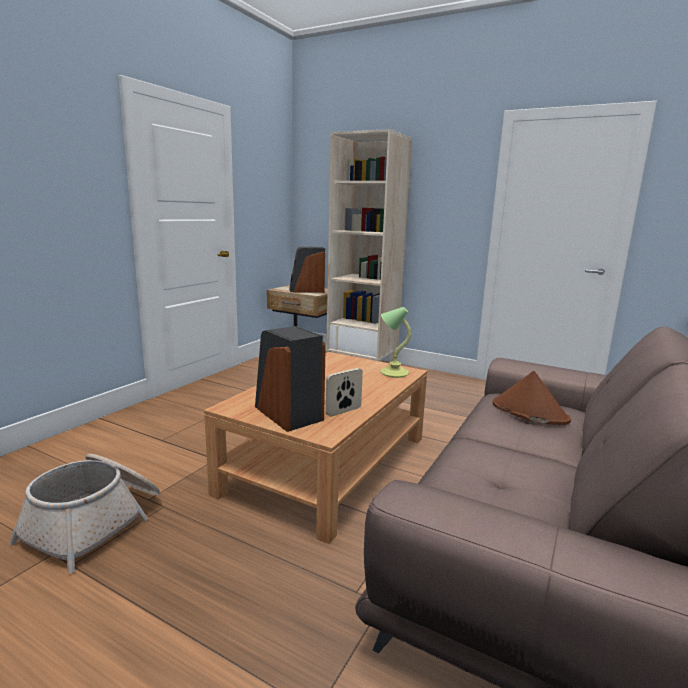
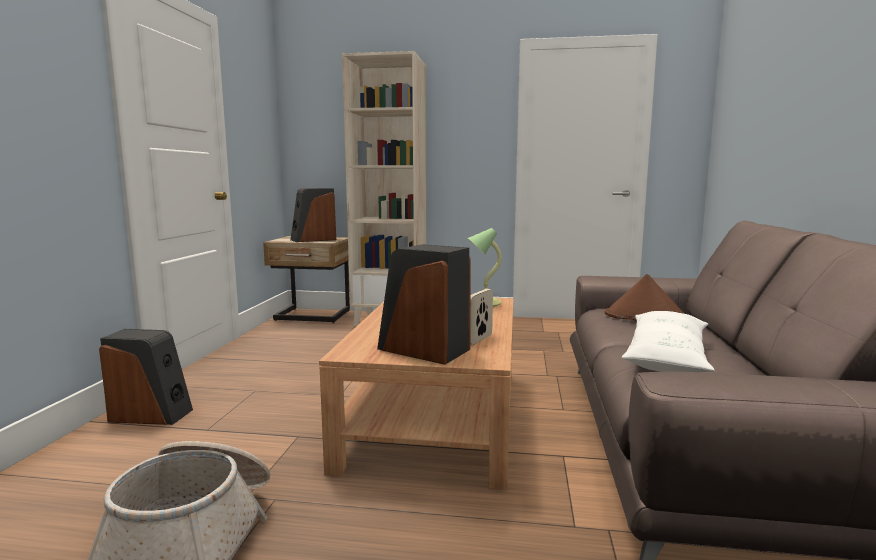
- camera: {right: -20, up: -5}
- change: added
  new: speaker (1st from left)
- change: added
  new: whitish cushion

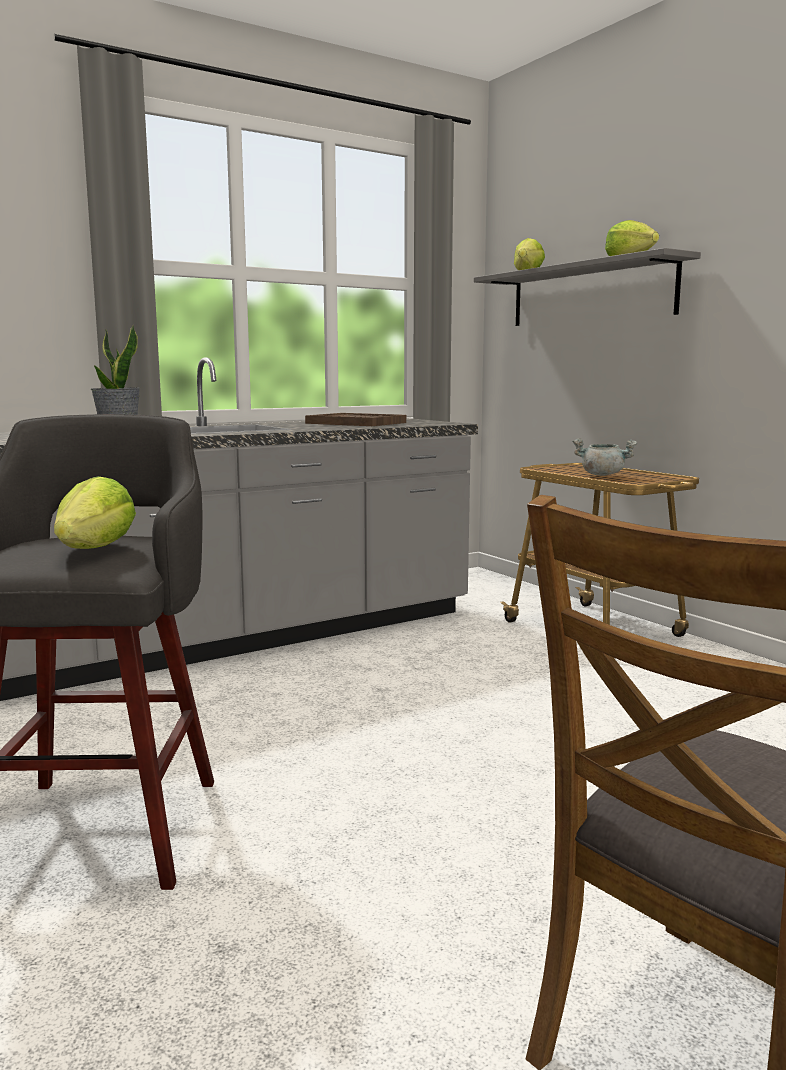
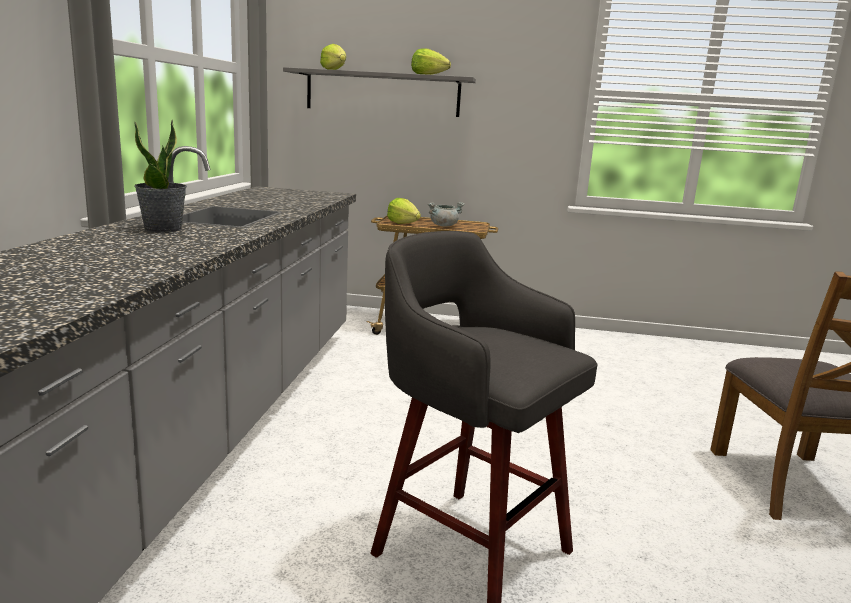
- camera: {right: -50, up: 5}
- change: removed
  old: brownish tray
- change: moved
  old: head of lettuce (1st from left in the first image)
  new: head of lettuce (2nd from left)

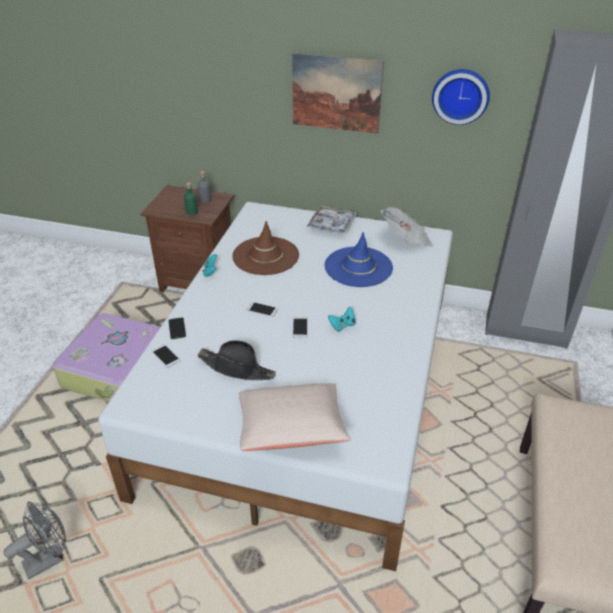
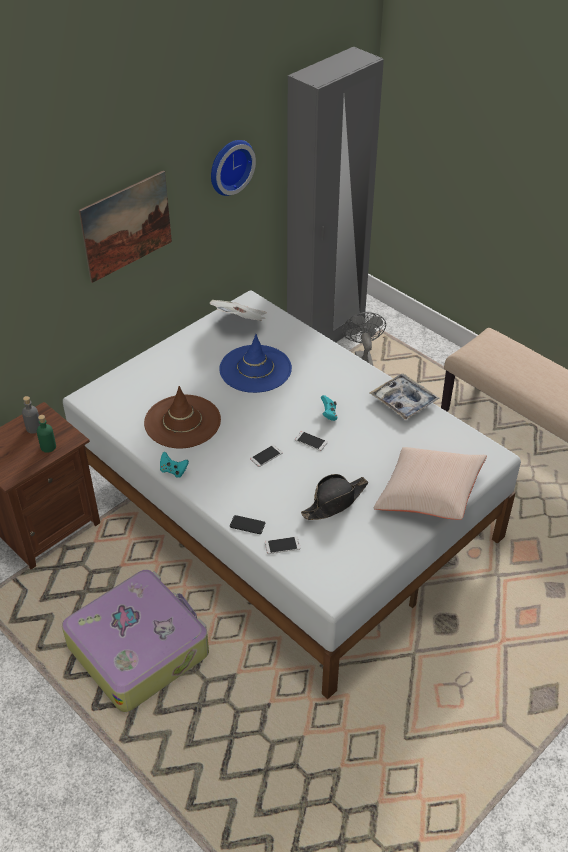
- camera: {right: -60, up: 5}
- change: moved
  old: grey fan
- change: moved
  old: tray

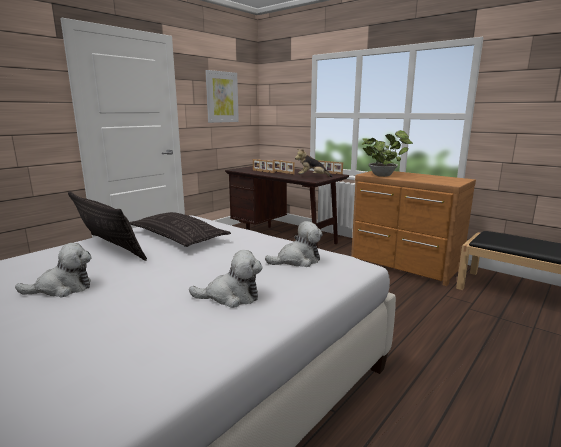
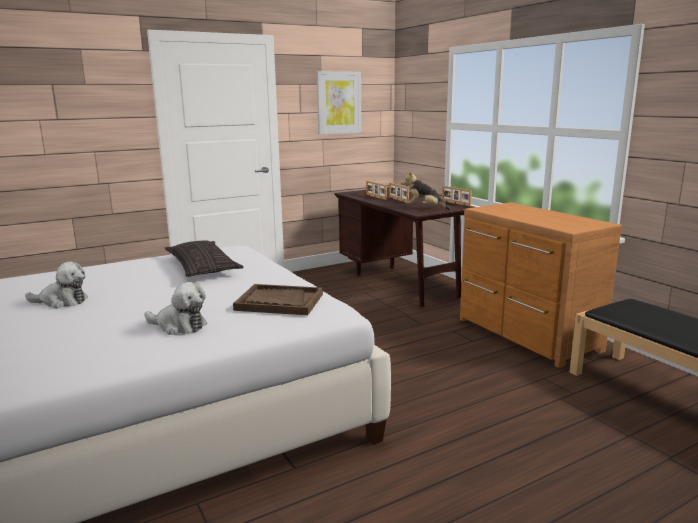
- camera: {right: 20, up: 0}
- change: removed
  old: cushion (1st from left)
- change: removed
  old: houseplant
- change: replaced
  old: plush toy (3rd from left)
  new: brownish tray

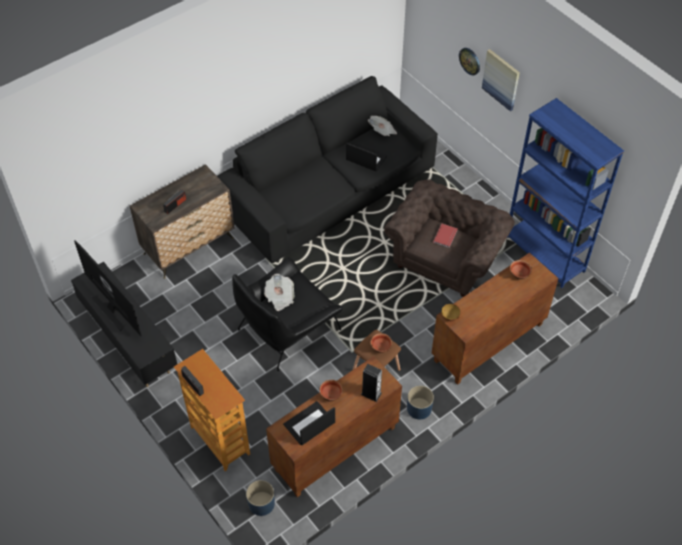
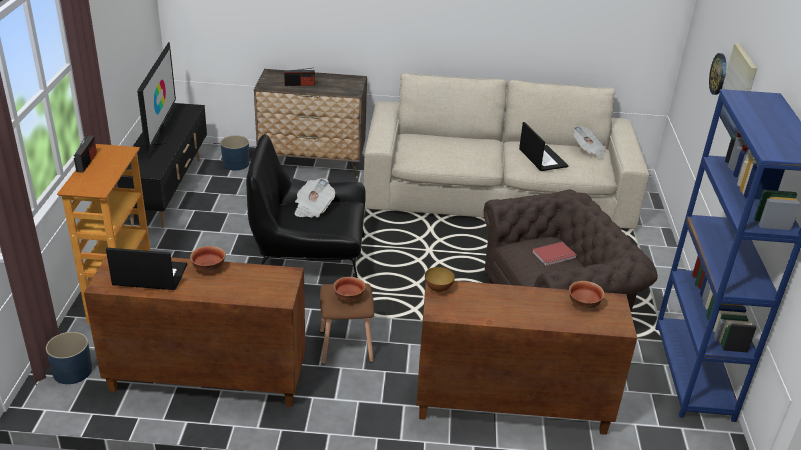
- camera: {right: 40, up: -20}
- change: removed
  old: speaker
- change: moved
  old: blue flower pot (2nd from left)
- change: recoloured
  old: black-coloured sofa
  new: beige-coloured sofa

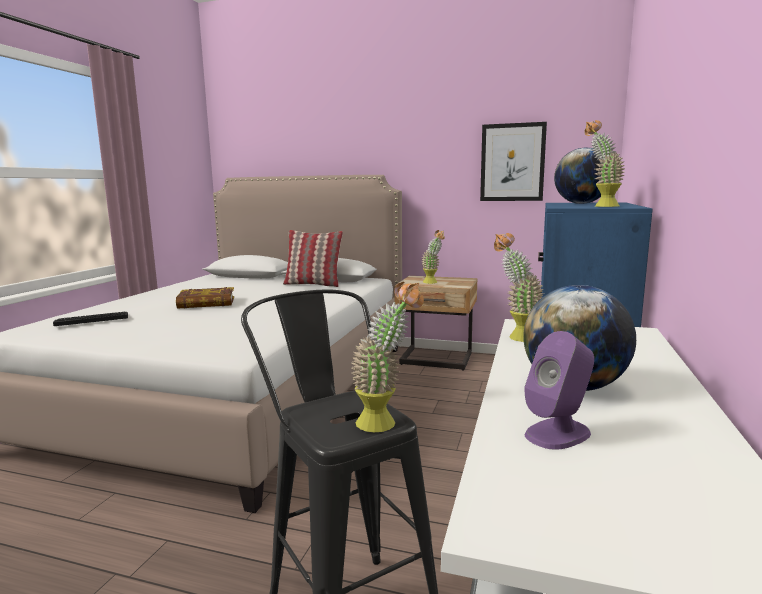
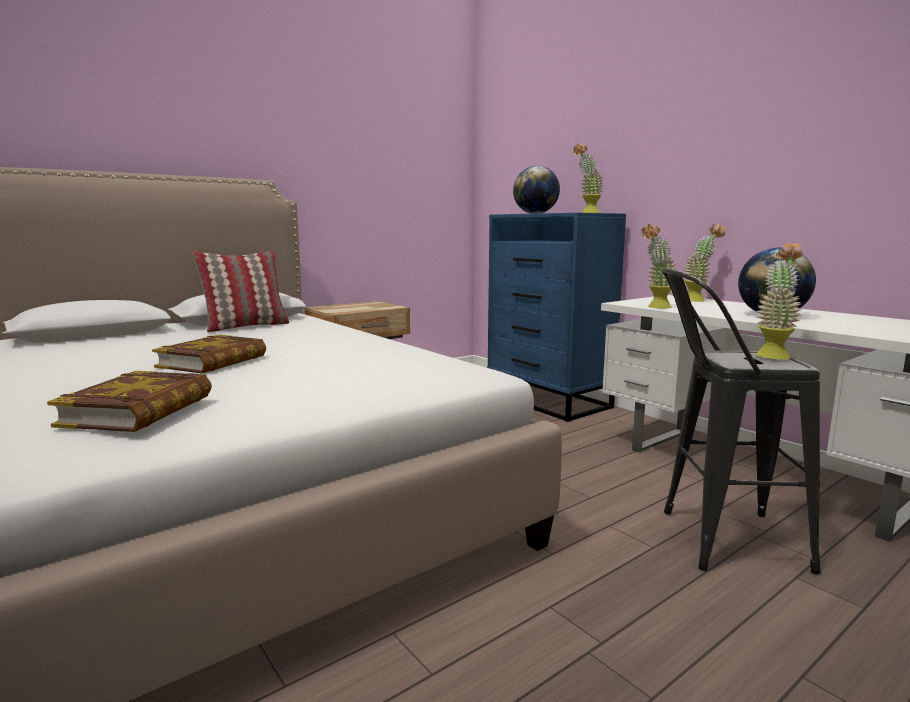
- camera: {right: -55, up: 0}
- change: removed
  old: wall picture
- change: removed
  old: purple speaker
- change: moved
  old: houseplant (2nd from left in the first image)
  new: houseplant (3rd from left)
- change: replaced
  old: keyboard
  new: book (1st from left)

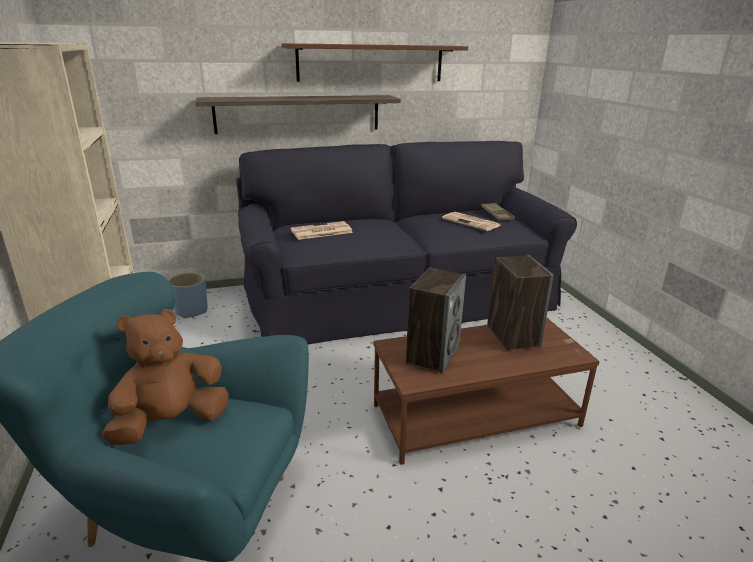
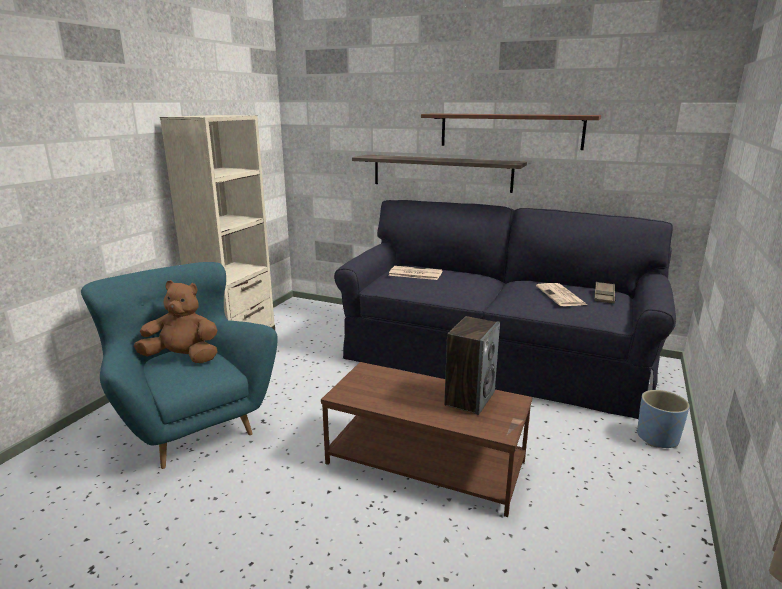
- camera: {right: 40, up: -5}
- change: removed
  old: speaker (1st from left)
- change: moved
  old: blue flower pot

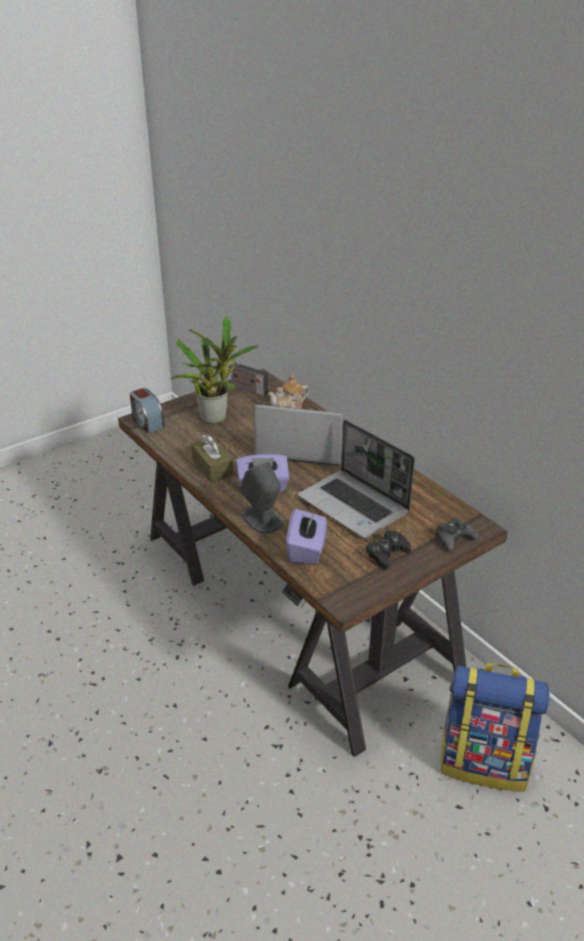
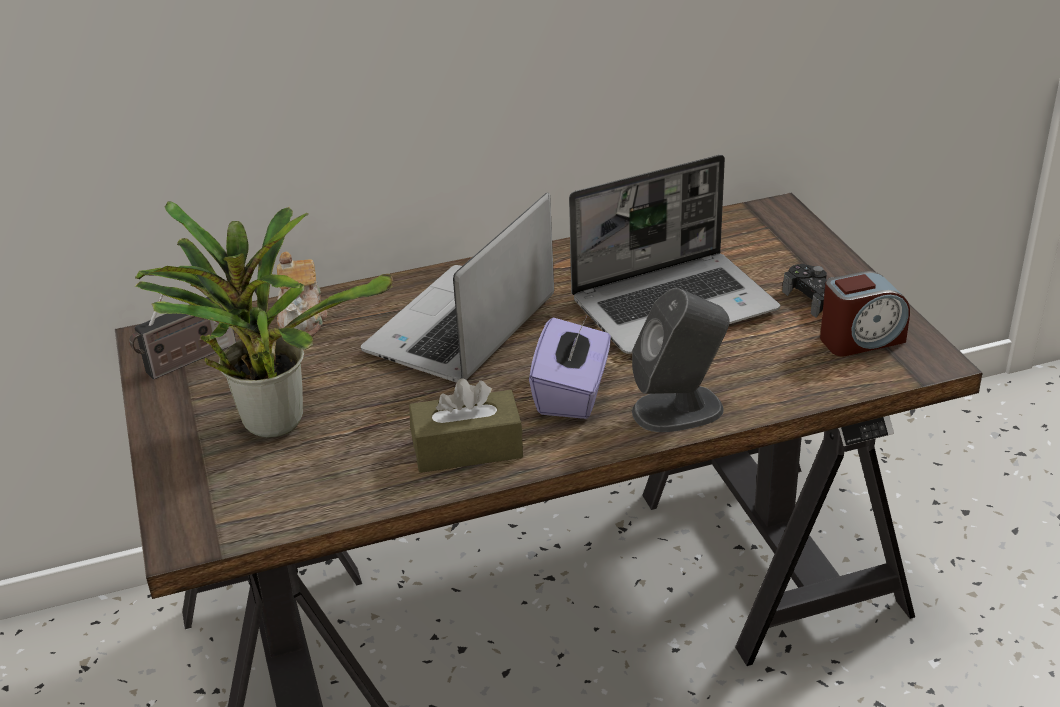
- camera: {right: -70, up: 0}
- change: removed
  old: purple box of tissues (2nd from left)
- change: removed
  old: black-coloured gamepad (2nd from left)
- change: removed
  old: rucksack
- change: moved
  old: bedside clock

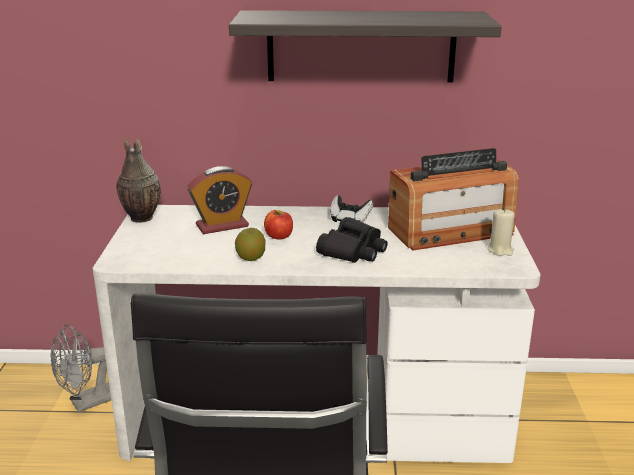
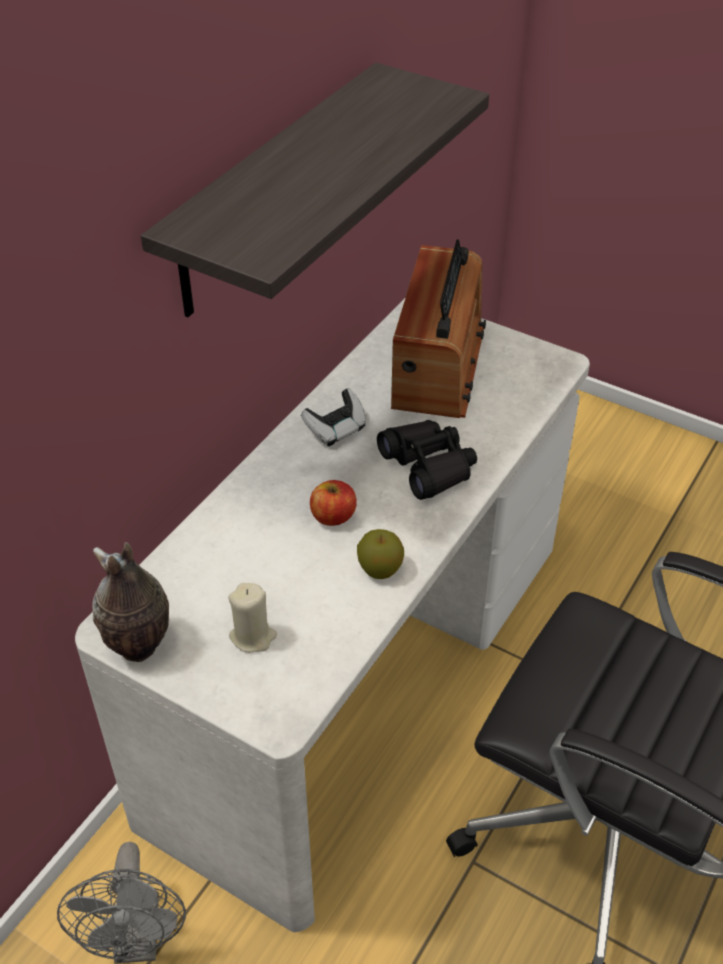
- camera: {right: -60, up: 20}
- change: removed
  old: bedside clock
- change: moved
  old: beige-coloured wax candle

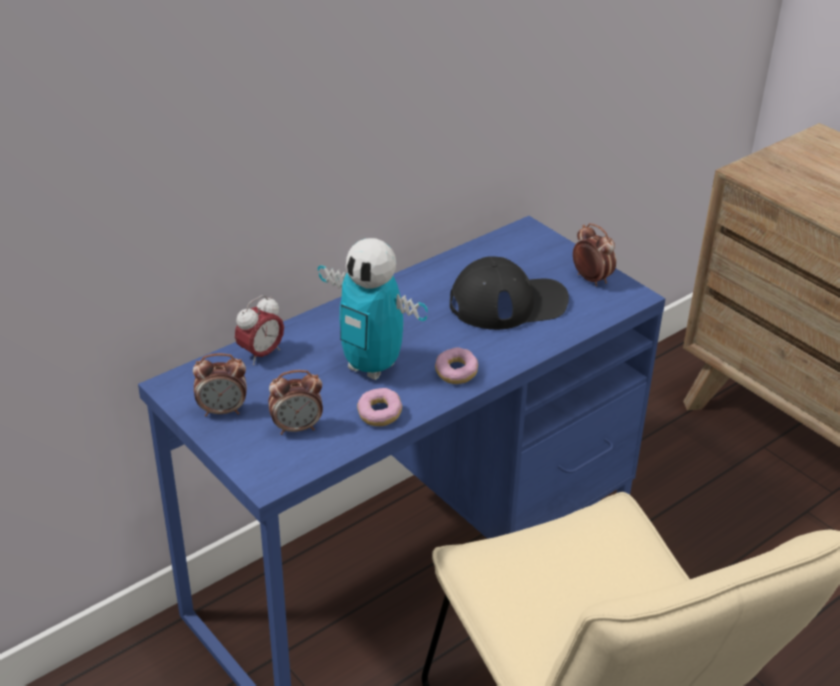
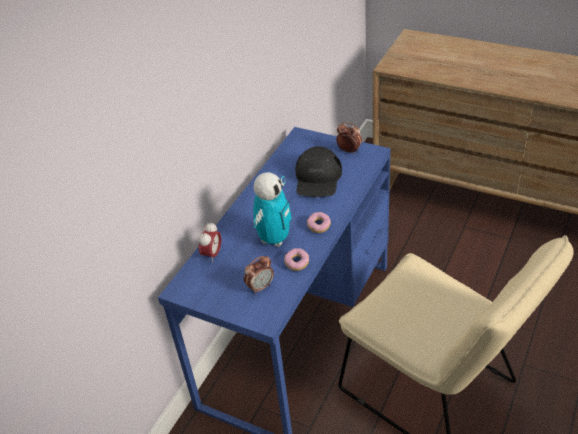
- camera: {right: -20, up: 5}
- change: removed
  old: bedside clock (1st from left)
- change: turned
  old: toy robot
  degrees: -75
- change: turned
  old: black-coloured peaked cap
  degrees: 135

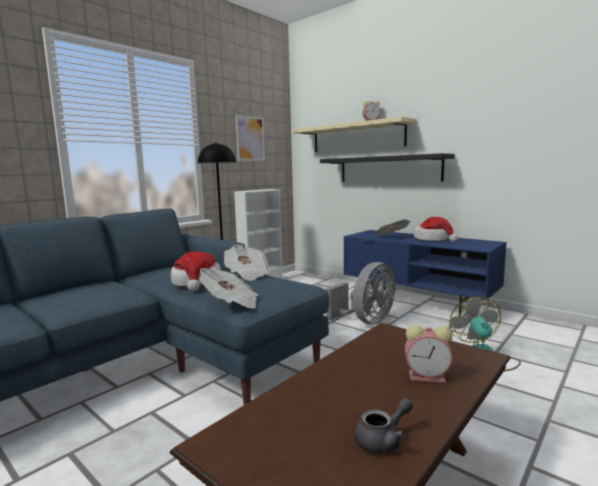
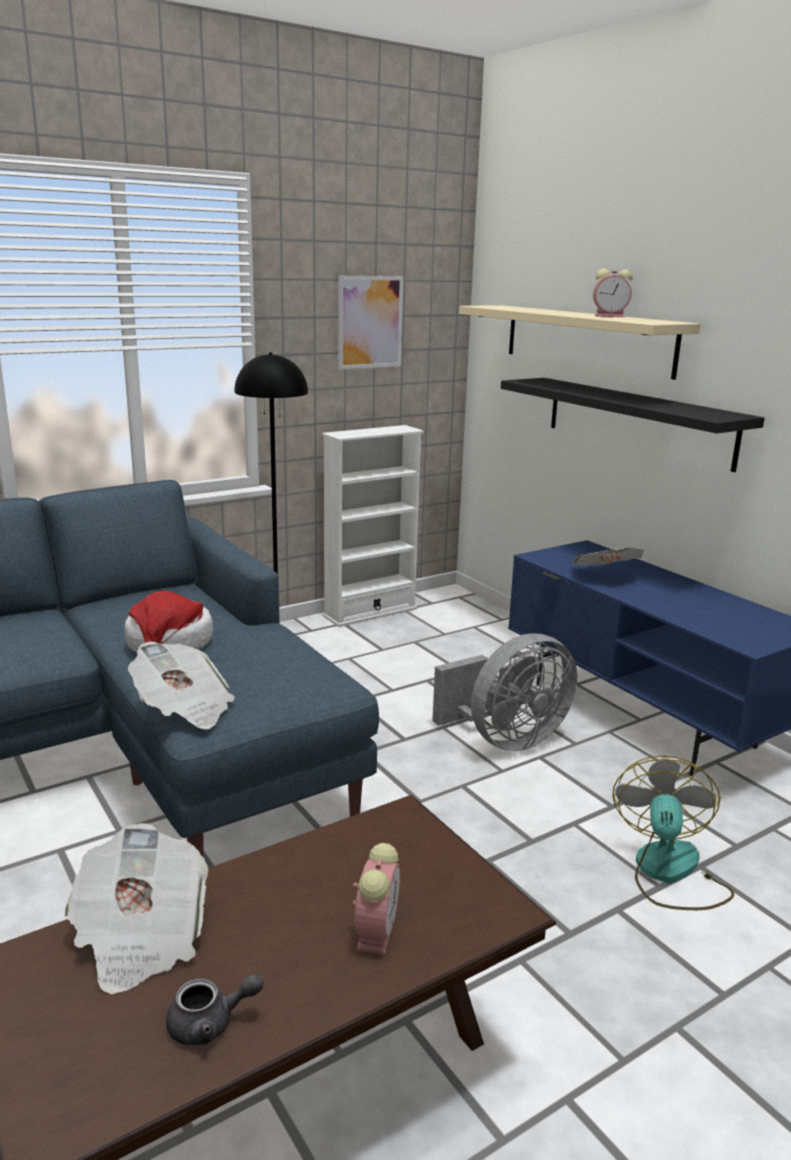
- camera: {right: 15, up: 10}
- change: removed
  old: clothing hat (2nd from left)
- change: moved
  old: printed paper (2nd from left in the first image)
  new: printed paper (1st from left)
- change: turned
  old: bedside clock (2nd from left in the first image)
  degrees: -105

